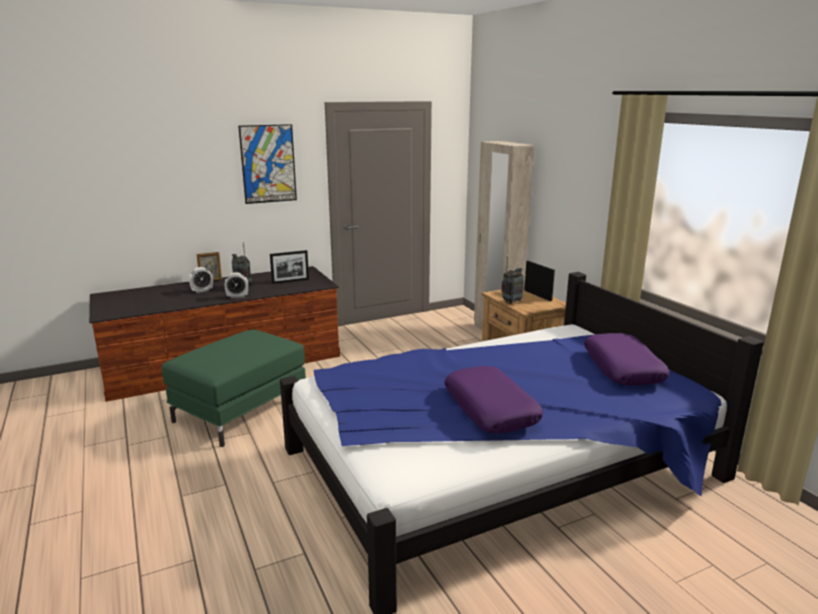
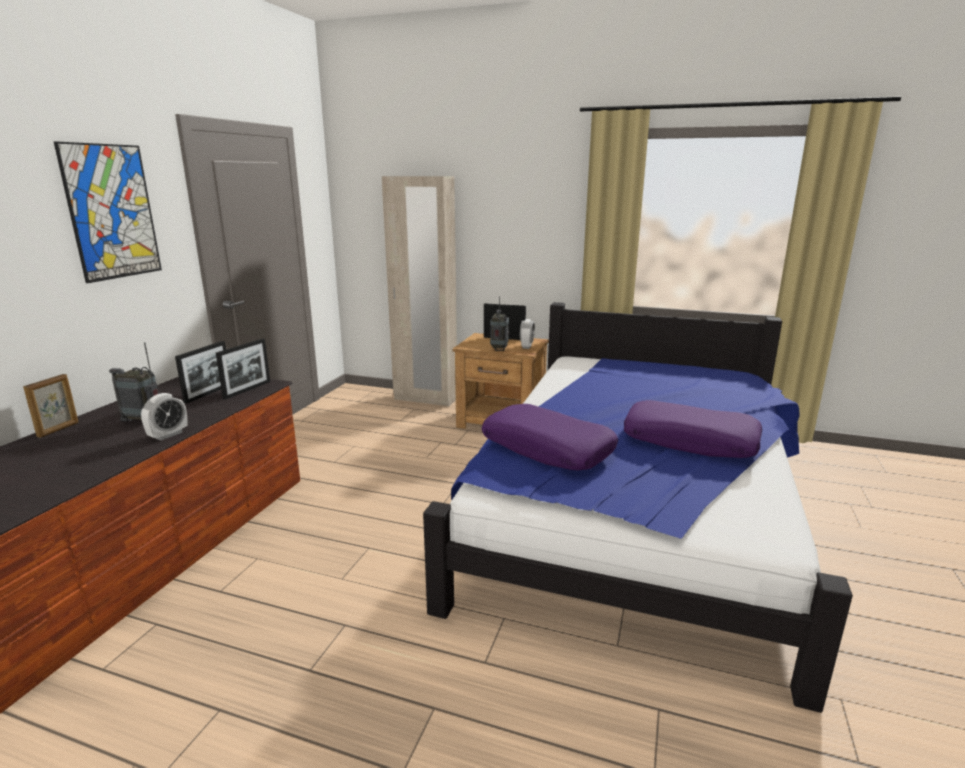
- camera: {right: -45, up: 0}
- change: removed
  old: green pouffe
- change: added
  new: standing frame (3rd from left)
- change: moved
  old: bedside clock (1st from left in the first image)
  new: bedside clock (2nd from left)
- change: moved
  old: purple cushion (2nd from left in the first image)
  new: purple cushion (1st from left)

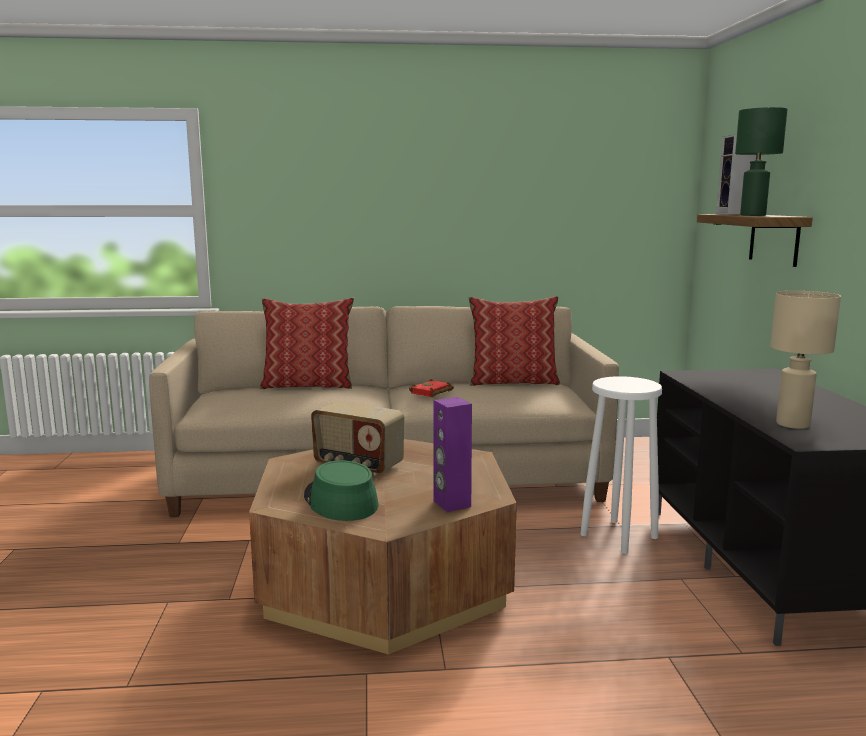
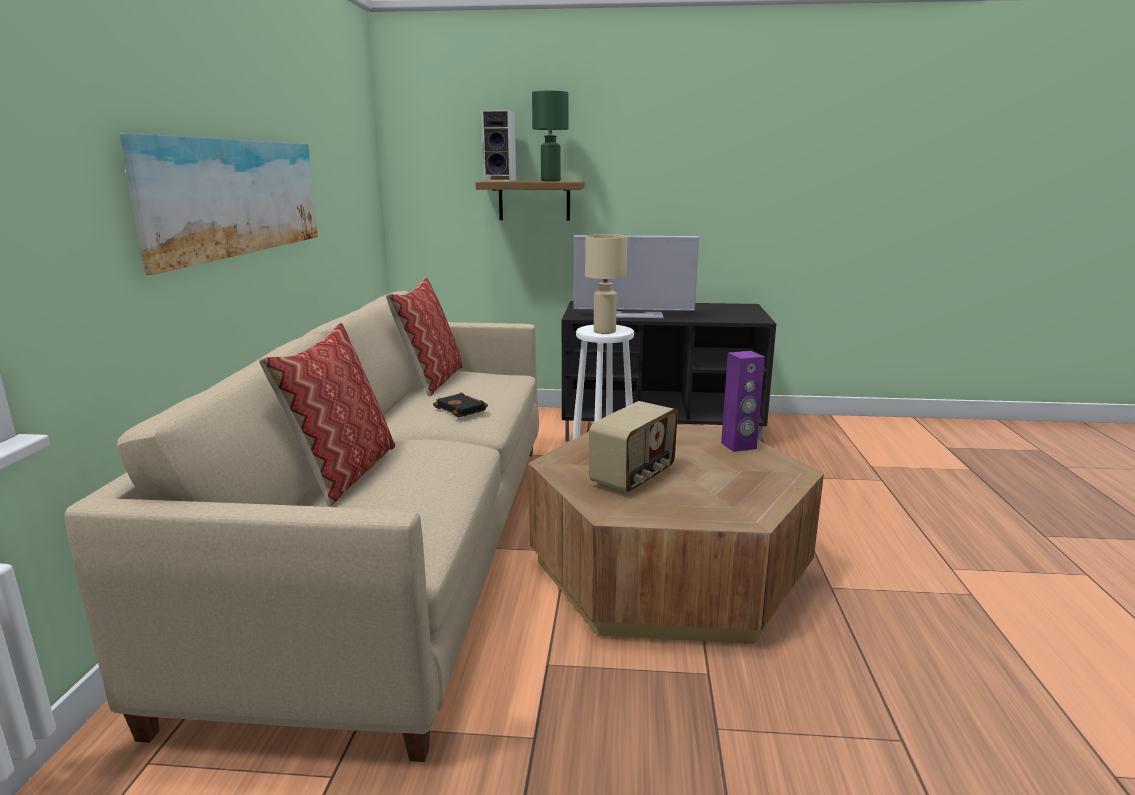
- camera: {right: -80, up: 5}
- change: removed
  old: green clothing hat
- change: added
  new: wall picture
- change: added
  new: television
- change: moved
  old: beige-coloured tabletop lamp
- change: recoloured
  old: red-coloured book
  new: black-coloured book

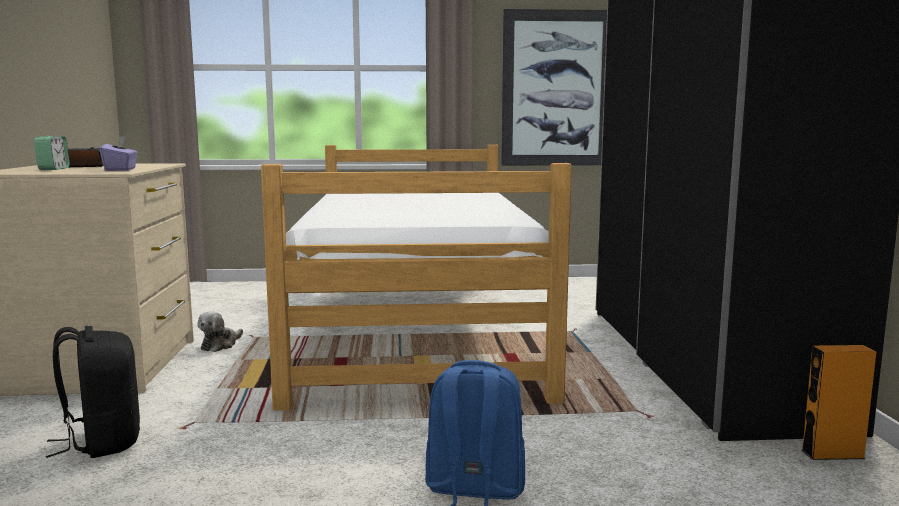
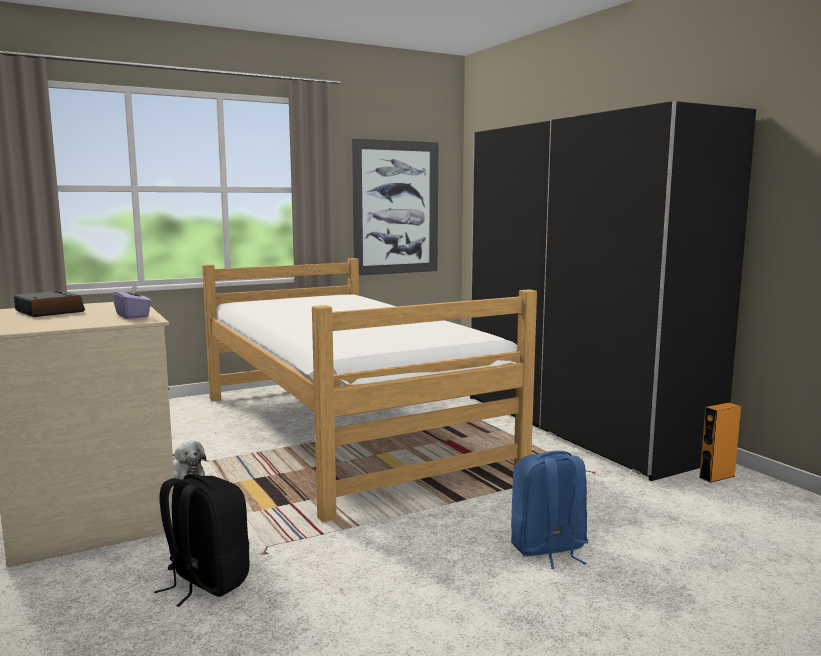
- camera: {right: -25, up: 0}
- change: removed
  old: bedside clock (1st from left)
- change: turned
  old: plush toy
  degrees: -45

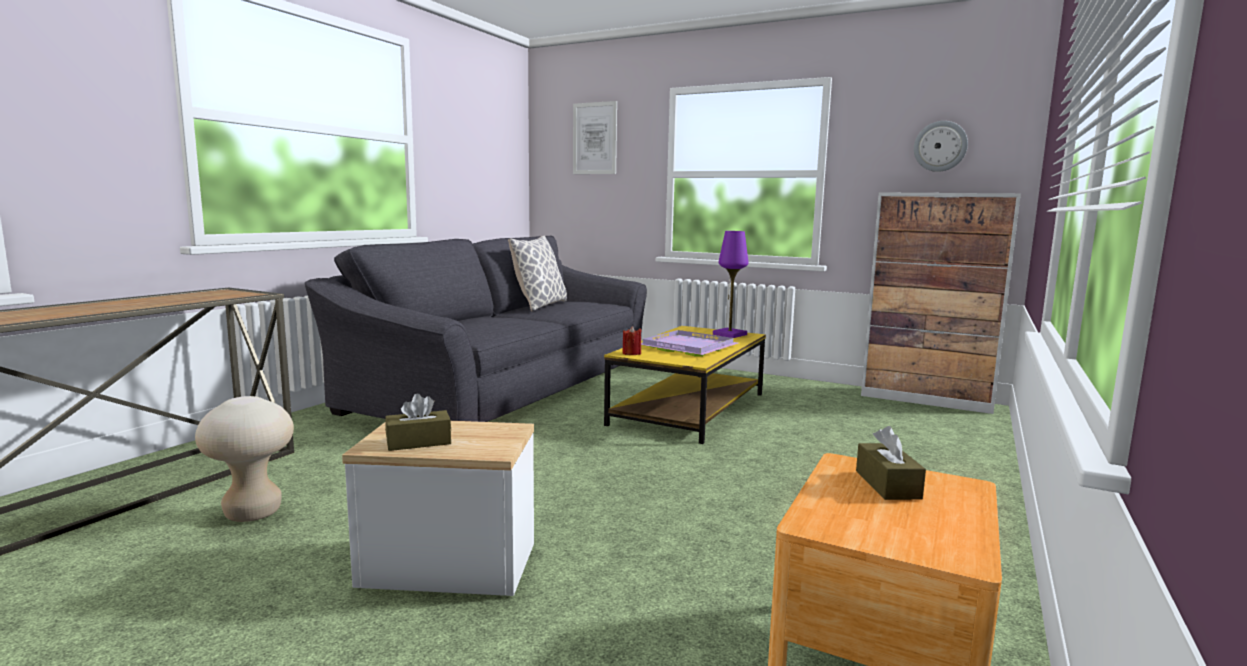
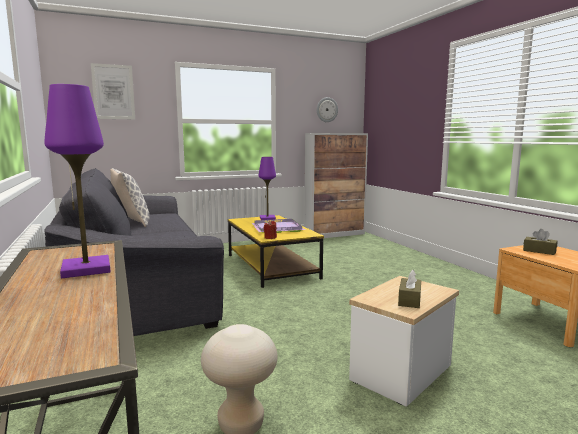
- camera: {right: -50, up: 0}
- change: added
  new: purple tabletop lamp (1st from left)

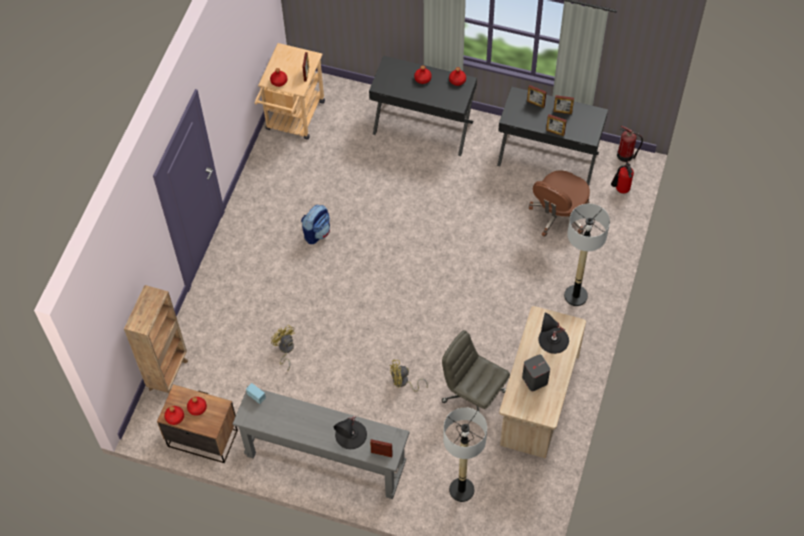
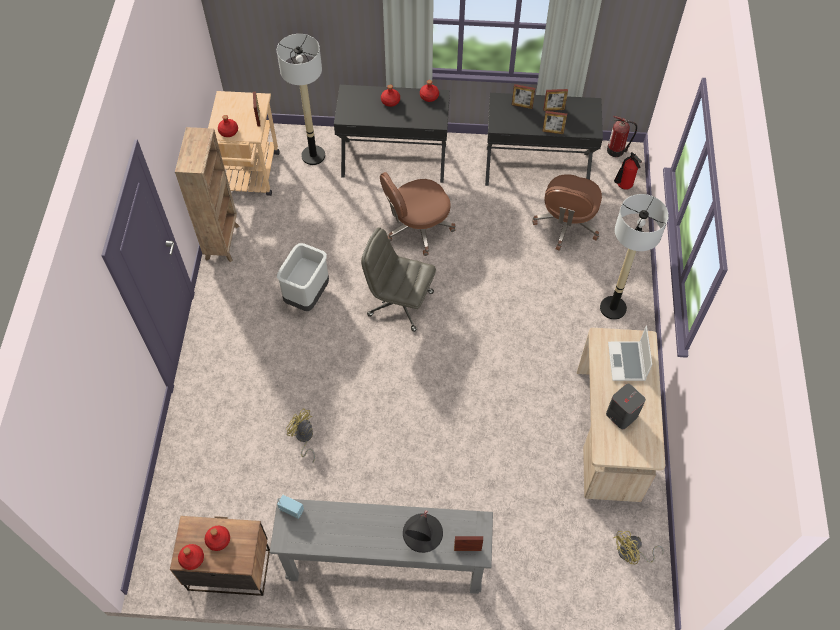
- camera: {right: -15, up: 0}
- change: added
  new: brownish computer chair (1st from left)
- change: moved
  old: brownish bookcase
- change: moved
  old: yellow fan (2nd from left)
- change: moved
  old: grey computer chair
- change: moved
  old: floor lamp (1st from left)
- change: replaced
  old: rucksack
  new: grey rubbish bin
- change: replaced
  old: black-coloured tabletop lamp (2nd from left)
  new: laptop

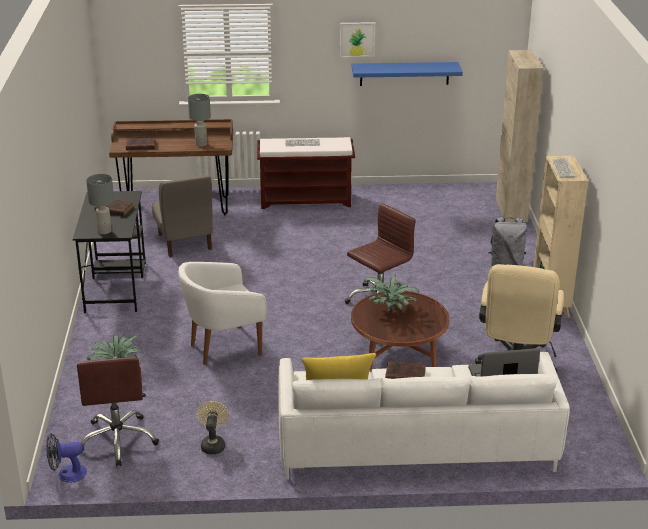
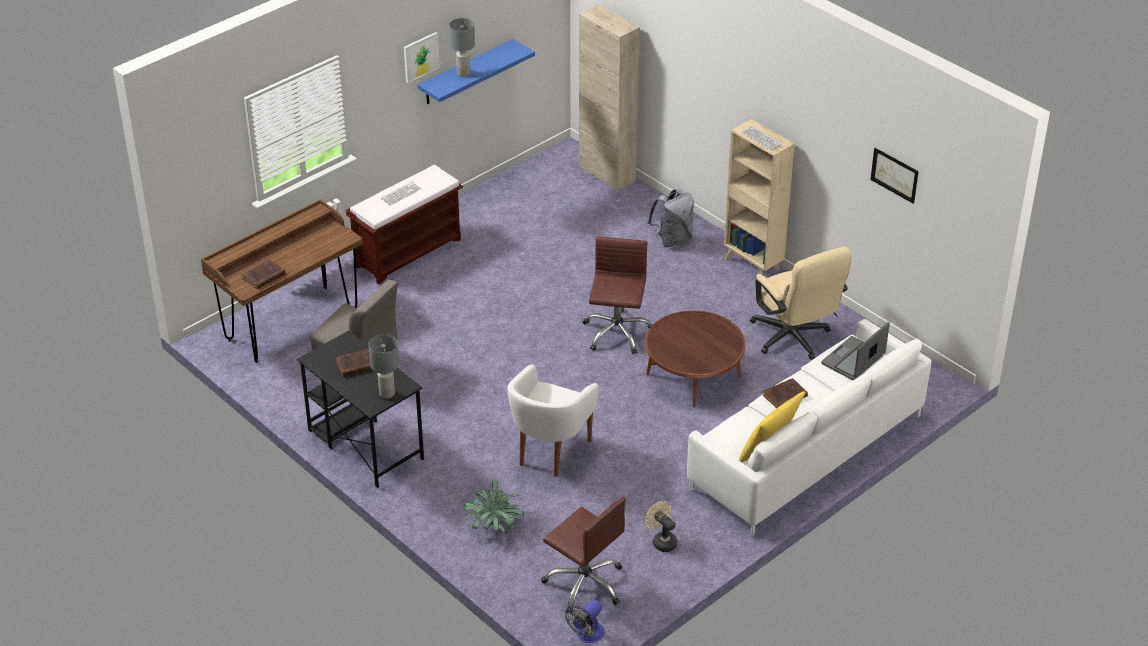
- camera: {right: -40, up: 10}
- change: removed
  old: houseplant (2nd from left)
- change: added
  new: wall picture (2nd from left)
- change: moved
  old: grey tabletop lamp (2nd from left)

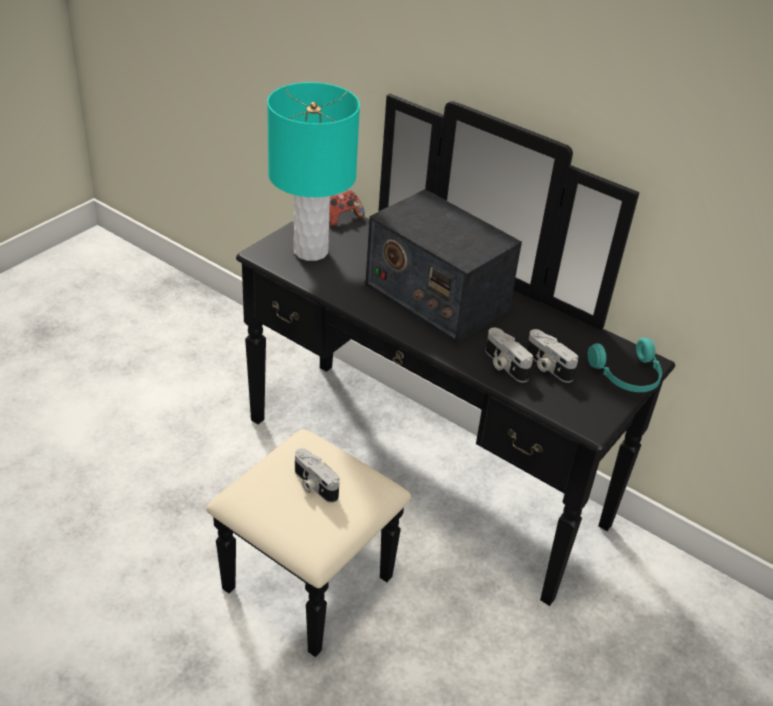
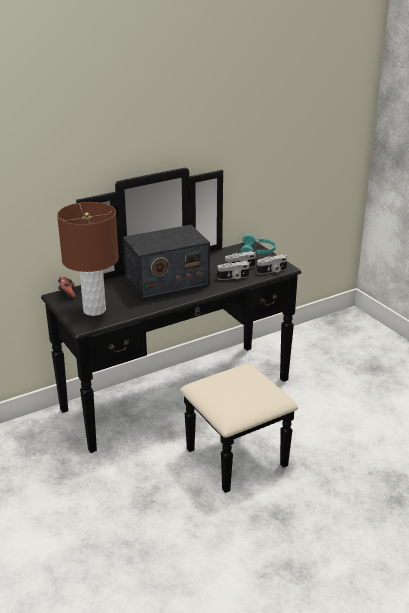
- camera: {right: -65, up: -10}
- change: moved
  old: still camera (1st from left in the first image)
  new: still camera (3rd from left)
- change: recoloured
  old: blue-green tabletop lamp
  new: brownish tabletop lamp

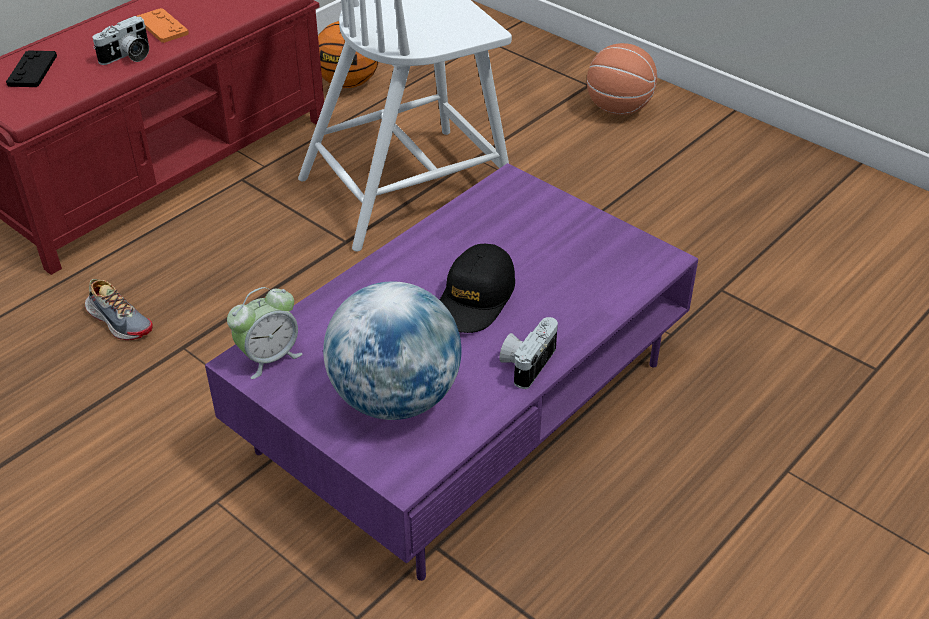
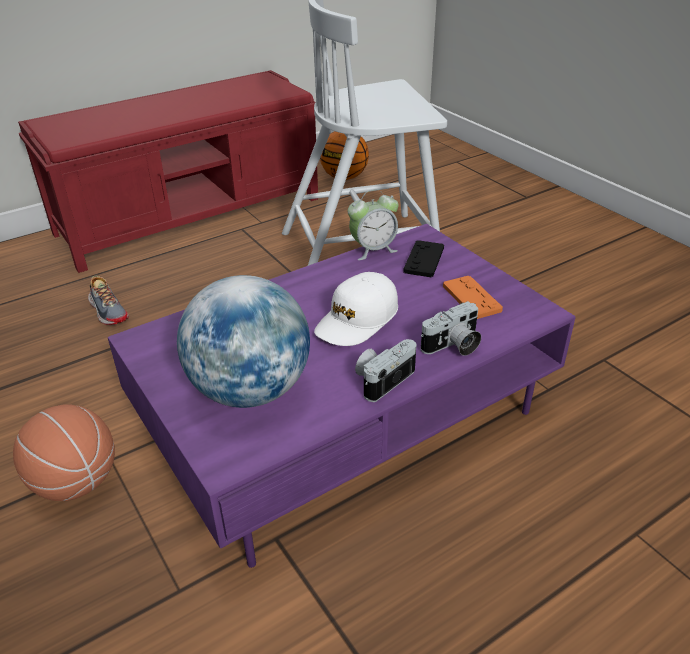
- camera: {right: 15, up: -5}
- change: moved
  old: black-coloured gamepad
- change: moved
  old: still camera (1st from left in the first image)
  new: still camera (2nd from left)
- change: moved
  old: orange-coloured gamepad
- change: moved
  old: bedside clock
- change: moved
  old: basketball ball (2nd from left in the first image)
  new: basketball ball (1st from left)
- change: recoloured
  old: black-coloured peaked cap
  new: whitish peaked cap

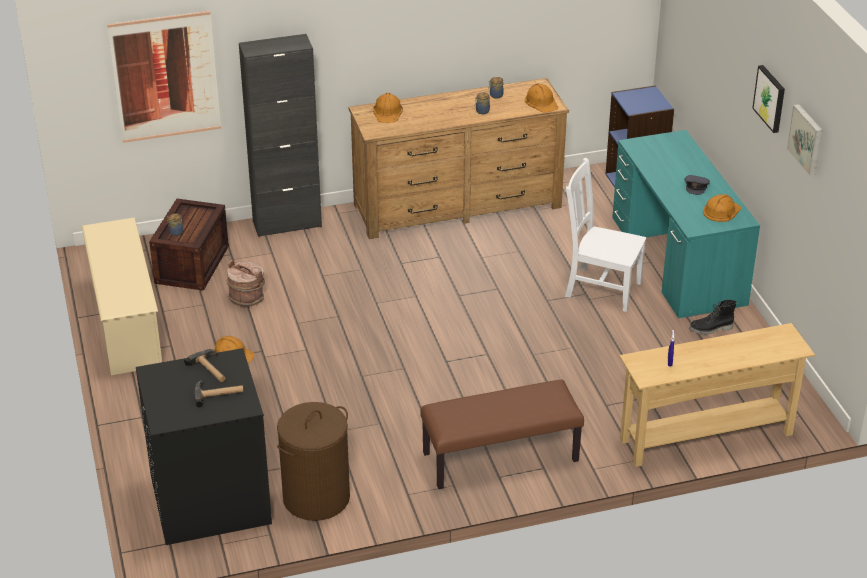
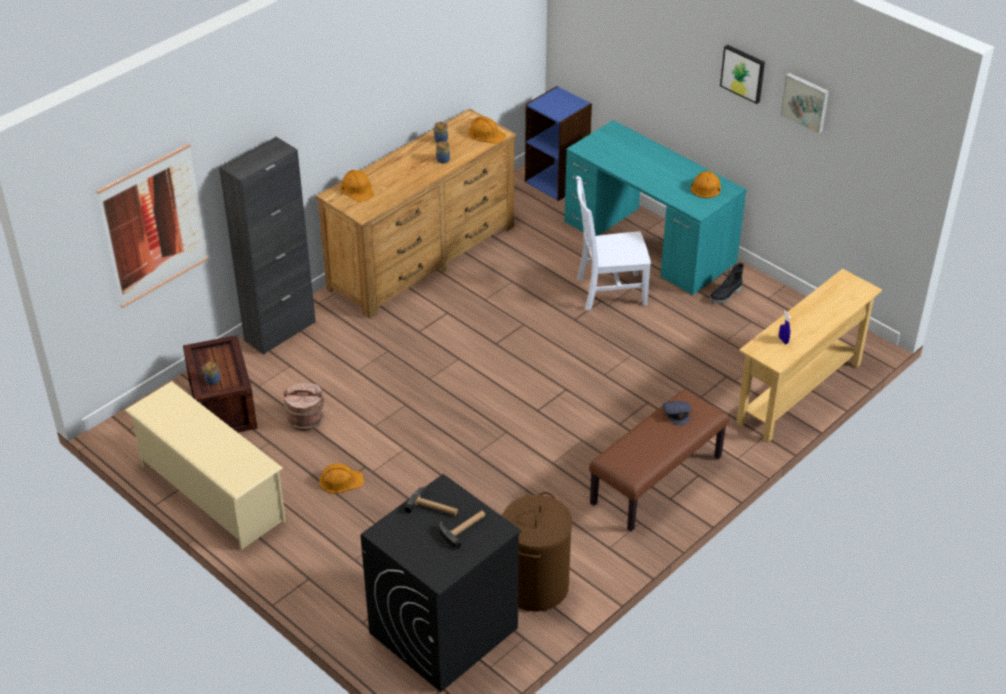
- camera: {right: -30, up: 5}
- change: moved
  old: grey peaked cap

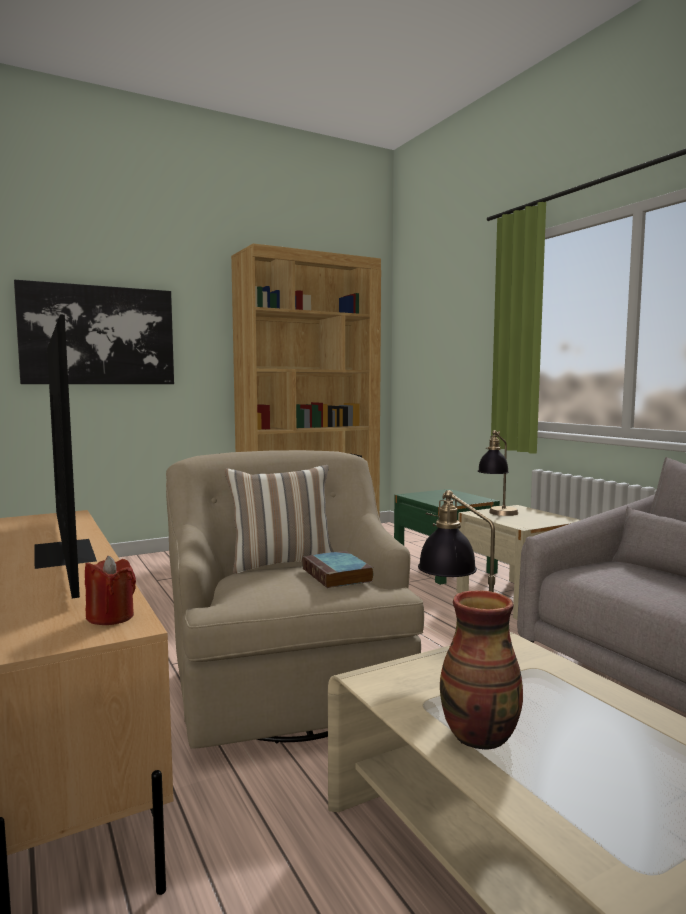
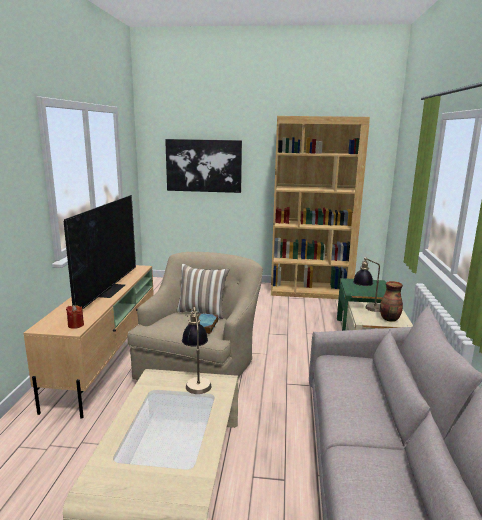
- camera: {right: 35, up: 10}
- change: moved
  old: flower vase

